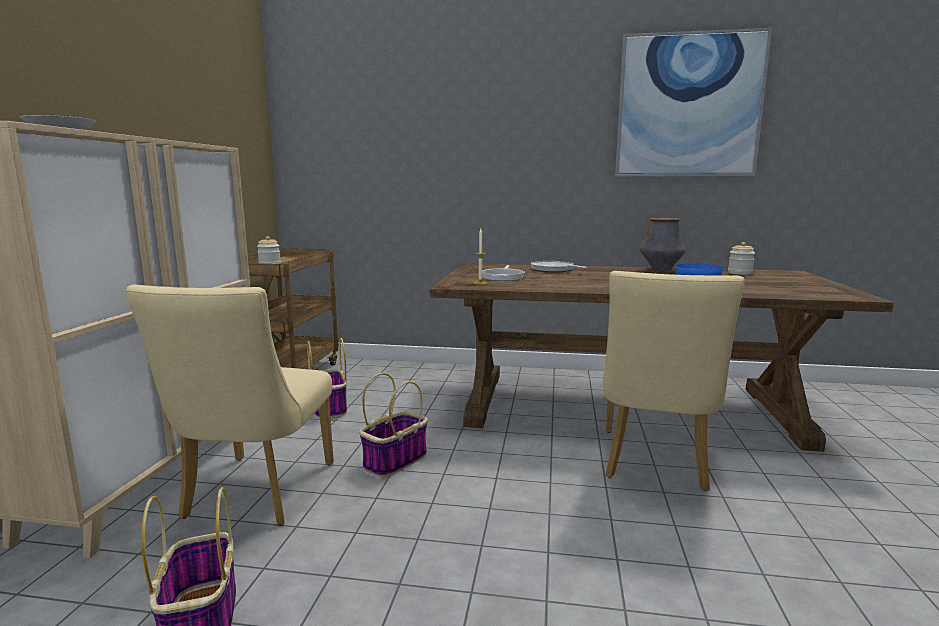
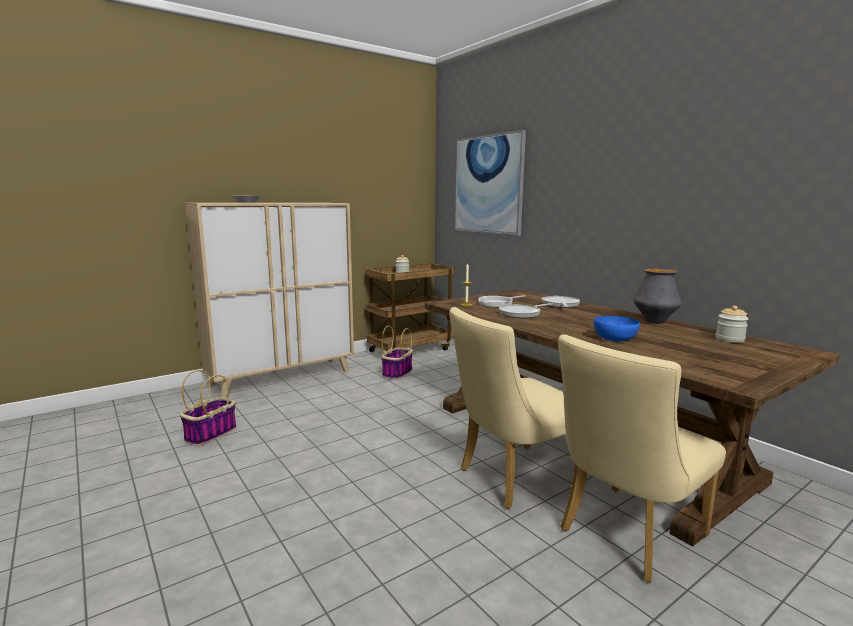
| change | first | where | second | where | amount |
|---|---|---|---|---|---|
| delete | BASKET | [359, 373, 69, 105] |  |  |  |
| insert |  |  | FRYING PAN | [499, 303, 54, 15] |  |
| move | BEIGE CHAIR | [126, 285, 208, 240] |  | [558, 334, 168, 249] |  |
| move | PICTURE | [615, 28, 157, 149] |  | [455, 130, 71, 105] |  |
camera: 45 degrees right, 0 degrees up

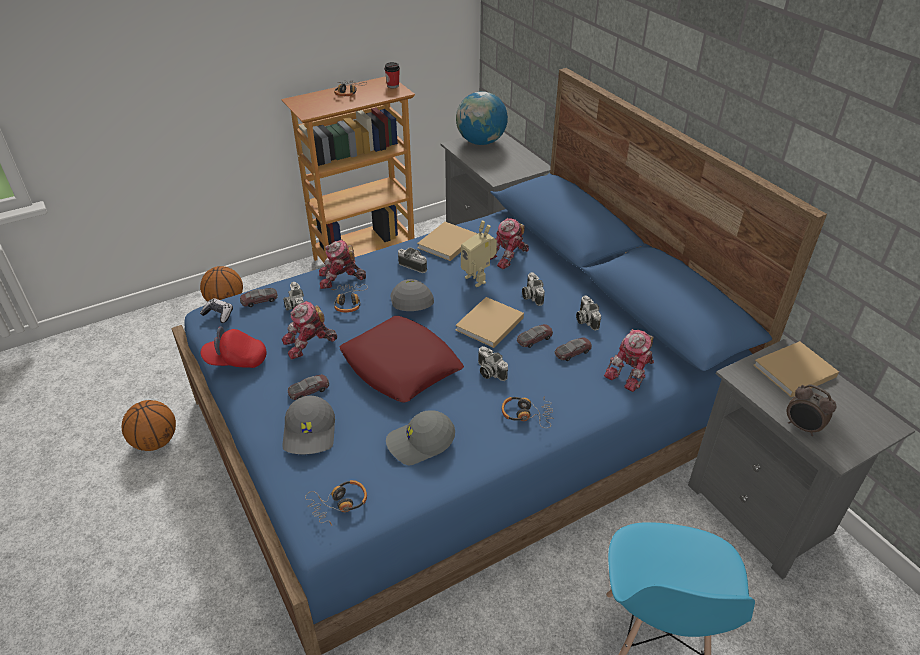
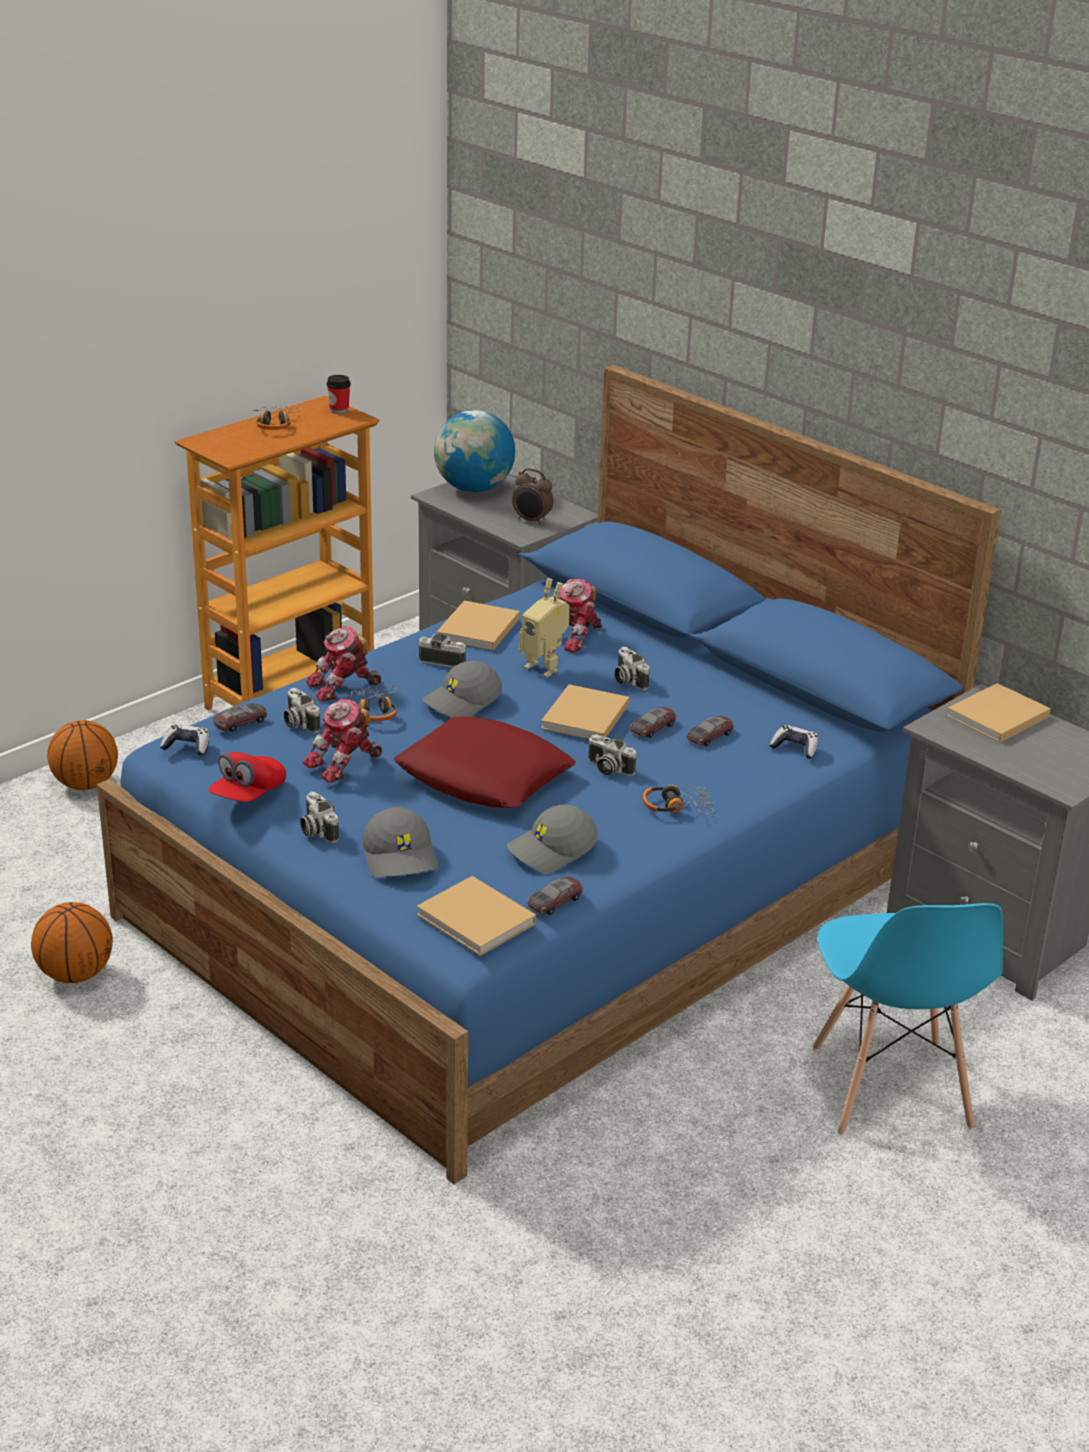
| change | first | where | second | where | amount |
|---|---|---|---|---|---|
| move | TOY CAR | [288, 374, 42, 26] |  | [527, 877, 56, 38] |  |
| move | PHOTO CAMERA | [576, 295, 25, 36] |  | [300, 792, 39, 51] |  |
| move | ALARM CLOCK | [787, 384, 49, 52] |  | [512, 468, 41, 57] |  |
| replace | HEADPHONES | [305, 480, 62, 46] | BEIGE BOOK | [417, 876, 119, 80] |  |
| replace | TOY ROBOT | [604, 329, 50, 63] | GAME CONTROLLER | [770, 725, 49, 34] |  |
| rotate | RED CAP | [201, 326, 66, 42] |  | [208, 752, 78, 50] | 45 degrees counterclockwise |
| rotate | GREY CAP | [391, 279, 43, 32] |  | [422, 661, 80, 57] | 105 degrees counterclockwise |
camera: 15 degrees left, 10 degrees down

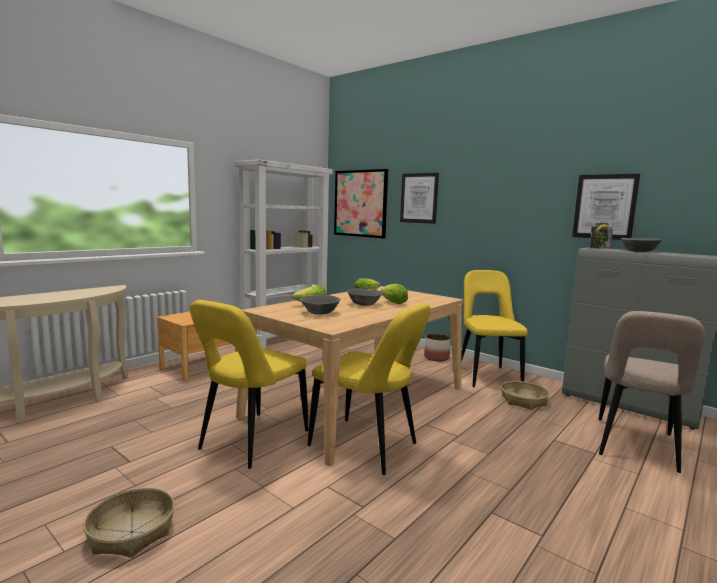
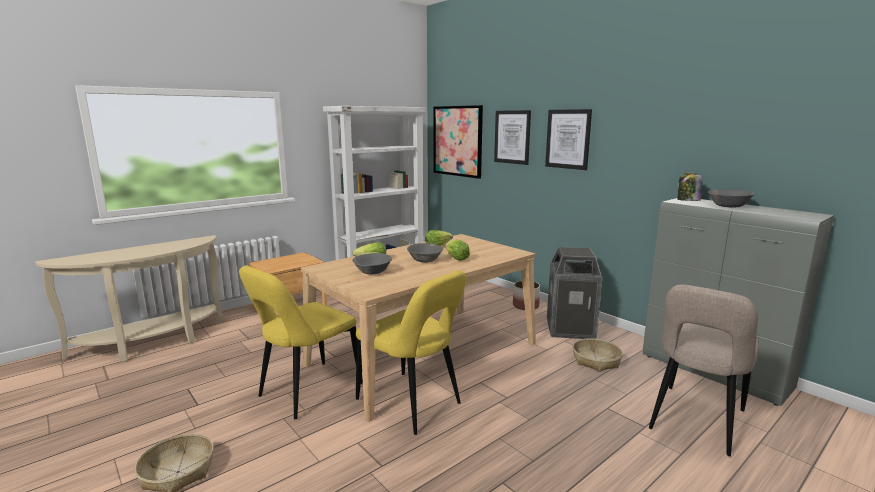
| change | first | where | second | where | amount |
|---|---|---|---|---|---|
| move | PICTURE | [572, 174, 68, 66] |  | [545, 109, 47, 61] |  |
| replace | YELLOW CHAIR | [462, 270, 66, 117] | TRASH CAN | [547, 247, 56, 92] |  |
camera: 10 degrees right, 5 degrees up

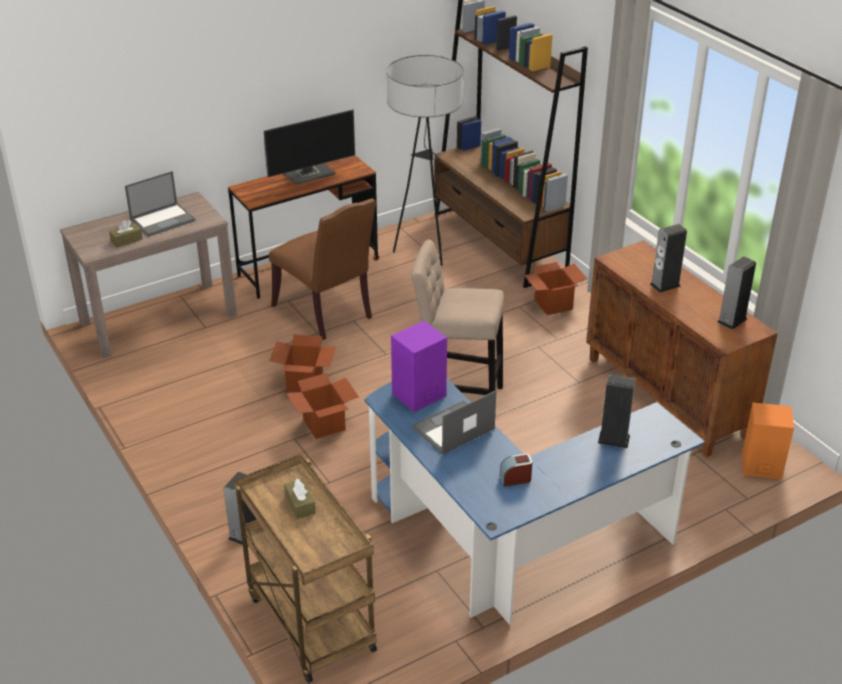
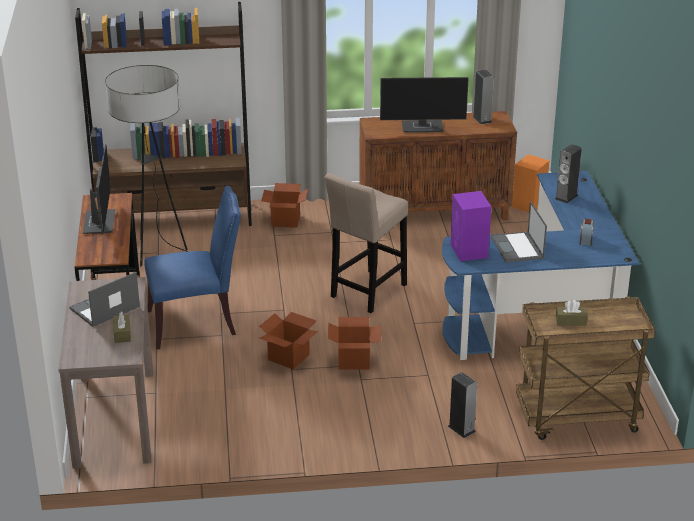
| change | first | where | second | where | amount |
|---|---|---|---|---|---|
| replace | SPEAKER | [650, 224, 37, 69] | MONITOR | [380, 77, 89, 56] |  |
| recolor | BROWN CHAIR | [269, 198, 107, 142] | BLUE CHAIR | [144, 185, 97, 164] |  |
| rotate | LAPTOP | [125, 171, 71, 66] |  | [70, 272, 70, 55] | 120 degrees counterclockwise |
camera: 65 degrees left, 5 degrees down

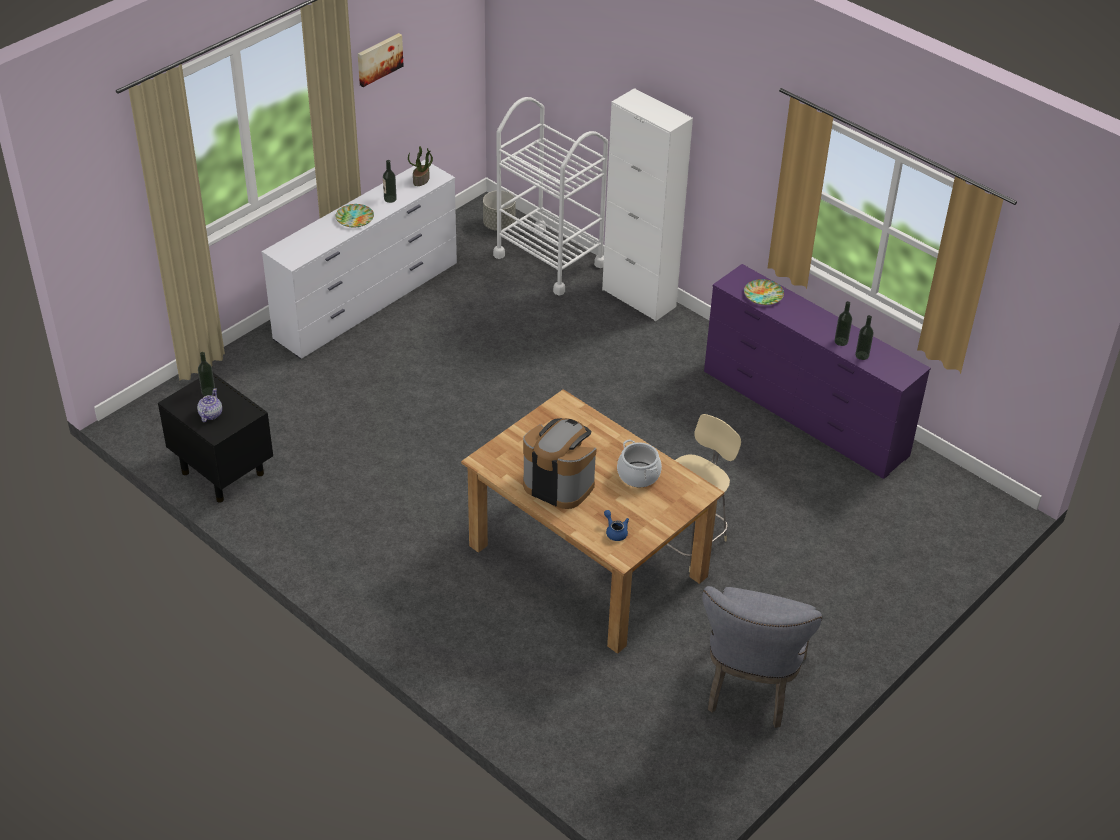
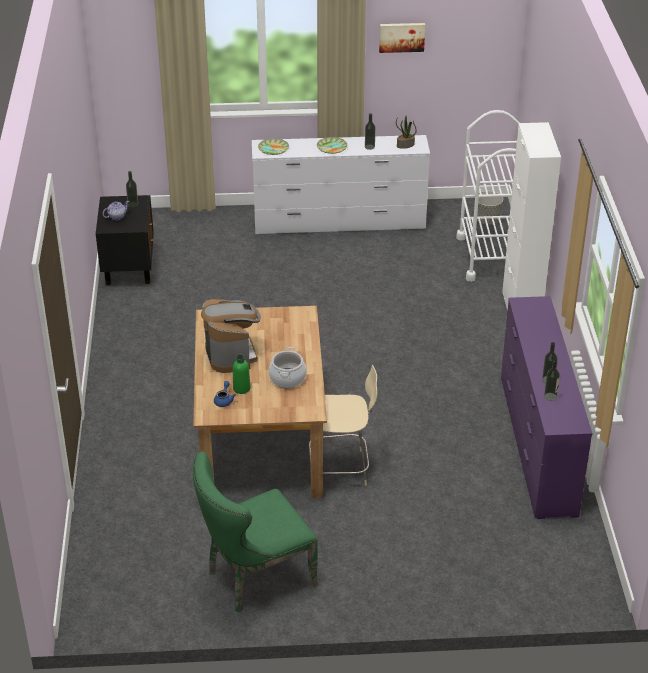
| change | first | where | second | where | amount |
|---|---|---|---|---|---|
| insert |  |  | GREEN BOTTLE | [233, 355, 18, 39] |  |
| move | PLATE | [744, 279, 40, 26] |  | [258, 138, 31, 17] |  |
| recolor | GREY CHAIR | [703, 586, 119, 142] | GREEN CHAIR | [193, 451, 125, 162] |  |
camera: 45 degrees right, 5 degrees down

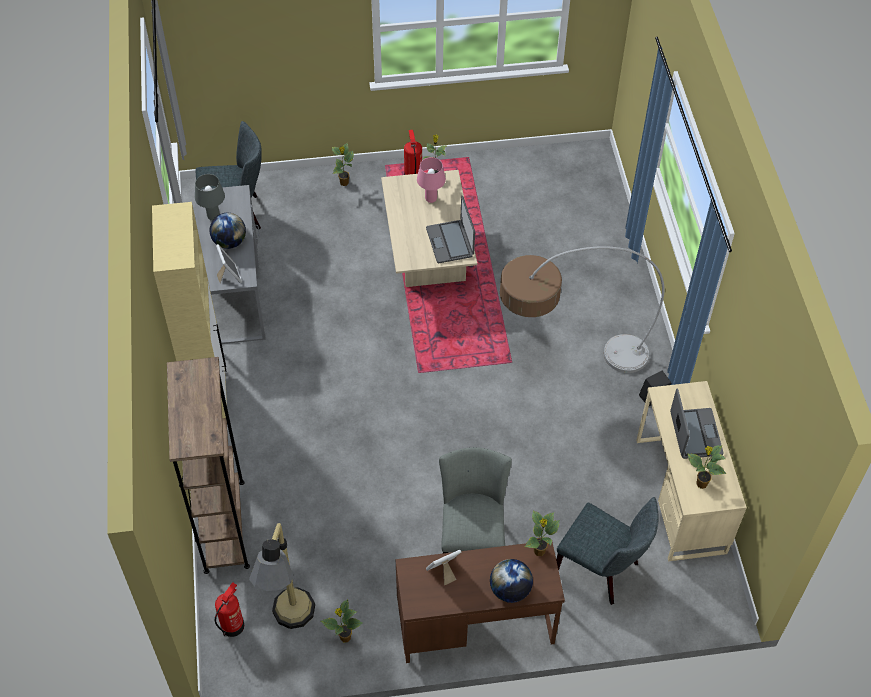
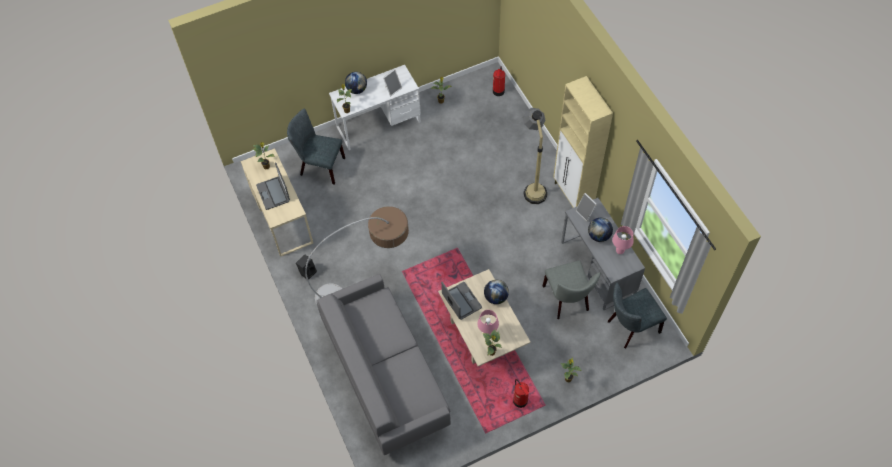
| change | first | where | second | where | amount |
|---|---|---|---|---|---|
| delete | BROWN BOOKCASE | [167, 357, 83, 217] |  |  |  |
| insert |  |  | GREY SOFA | [316, 274, 135, 181] |  |
| insert |  |  | GLOBE | [484, 280, 25, 24] |  |
| move | FLOOR LAMP | [249, 523, 66, 106] |  | [523, 108, 24, 96] |  |
| move | GREY CHAIR | [439, 447, 73, 106] |  | [543, 260, 58, 59] |  |
| recolor | GREY TABLE LAMP | [195, 174, 30, 47] | PINK TABLE LAMP | [612, 226, 21, 28] |  |
| recolor | BROWN DESK | [395, 542, 170, 121] | WHITE DESK | [329, 65, 92, 85] |  |
camera: 165 degrees right, 5 degrees up

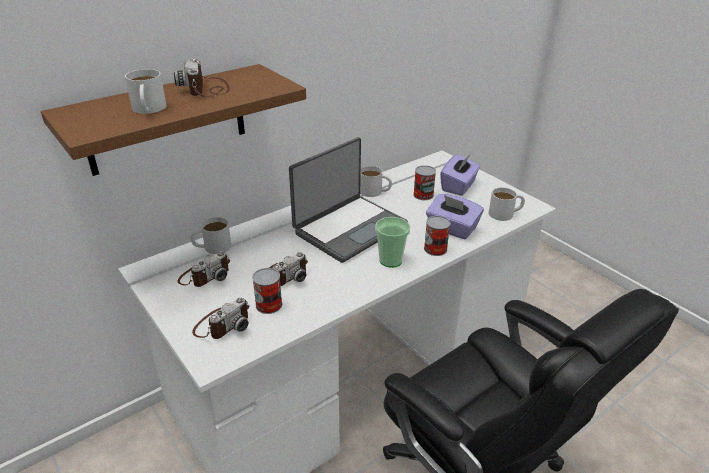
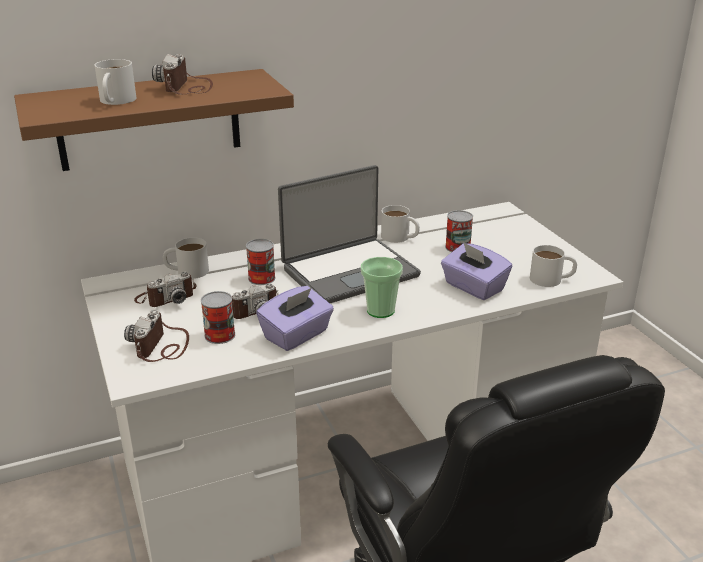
| change | first | where | second | where | amount |
|---|---|---|---|---|---|
| move | CAN | [424, 216, 27, 40] |  | [246, 239, 30, 46] |  |
| move | PURPLE TISSUE BOX | [440, 154, 41, 42] |  | [256, 286, 78, 65] |  |
| rotate | PHOTO CAMERA | [192, 297, 58, 42] |  | [124, 310, 65, 52] | 135 degrees clockwise |
camera: 15 degrees right, 5 degrees down

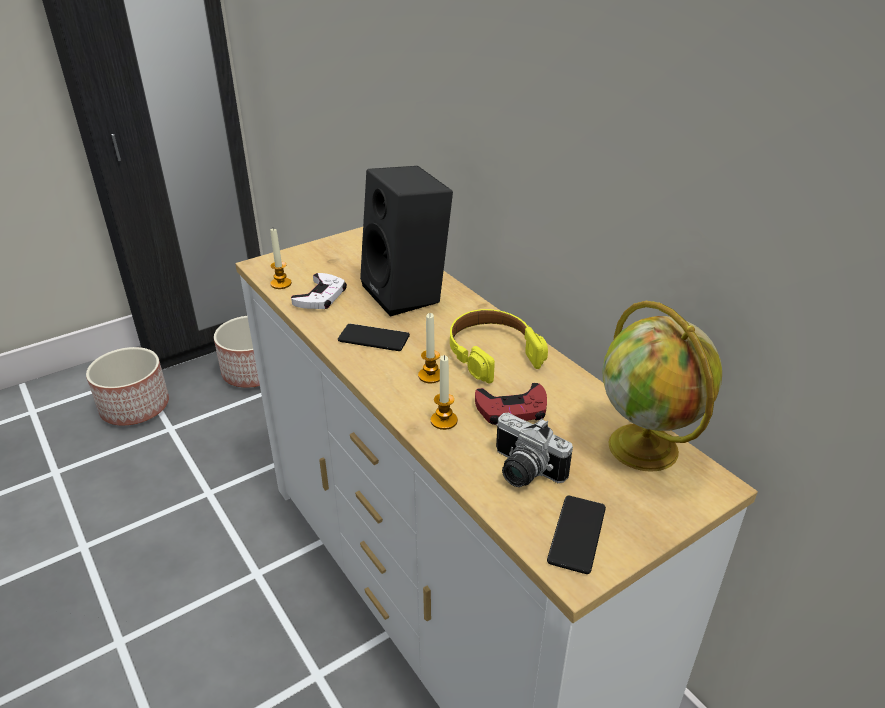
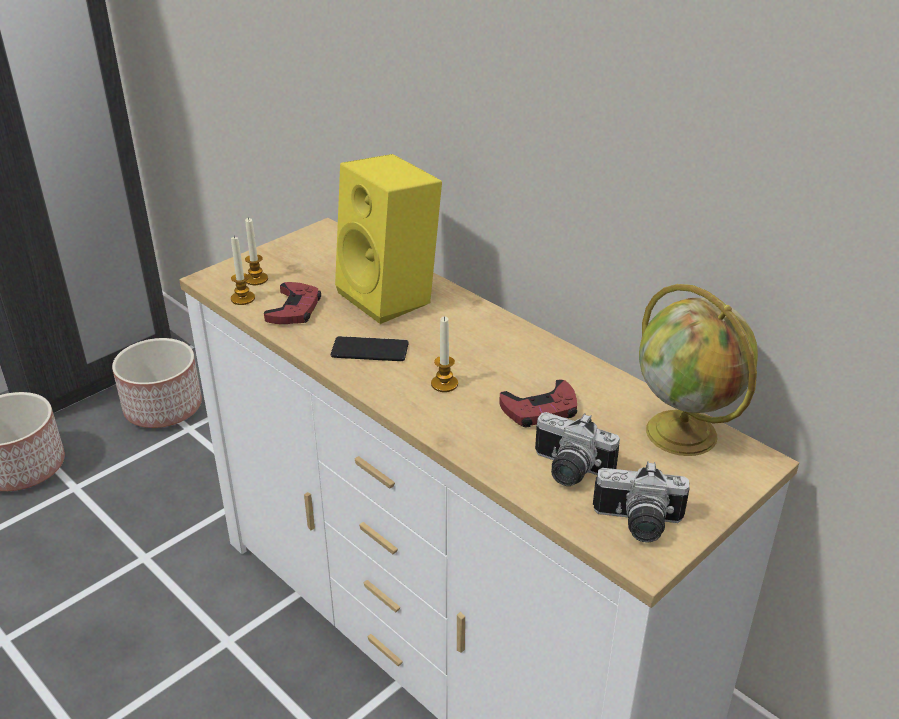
| change | first | where | second | where | amount |
|---|---|---|---|---|---|
| delete | YELLOW HEADPHONES | [450, 309, 98, 74] |  |  |  |
| move | CANDLE | [431, 355, 27, 75] |  | [245, 217, 23, 68] |  |
| replace | PHONE | [547, 496, 59, 78] | PHOTO CAMERA | [593, 461, 97, 81] |  |
| recolor | WHITE GAME CONTROLLER | [291, 273, 56, 36] | RED GAME CONTROLLER | [264, 282, 57, 42] |  |
| recolor | BLACK SPEAKER | [360, 166, 93, 151] | YELLOW SPEAKER | [335, 154, 107, 170] |  |
camera: 10 degrees left, 0 degrees up

